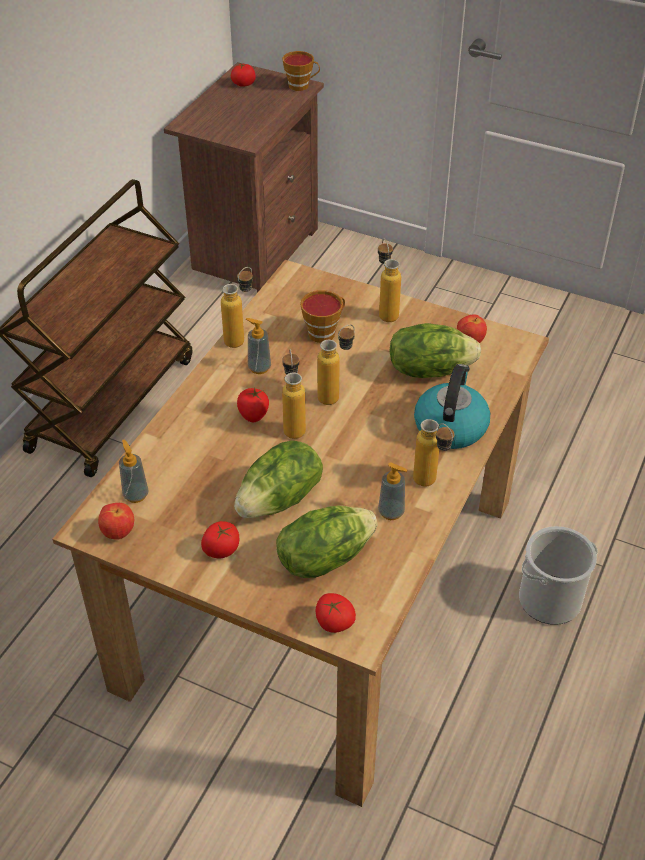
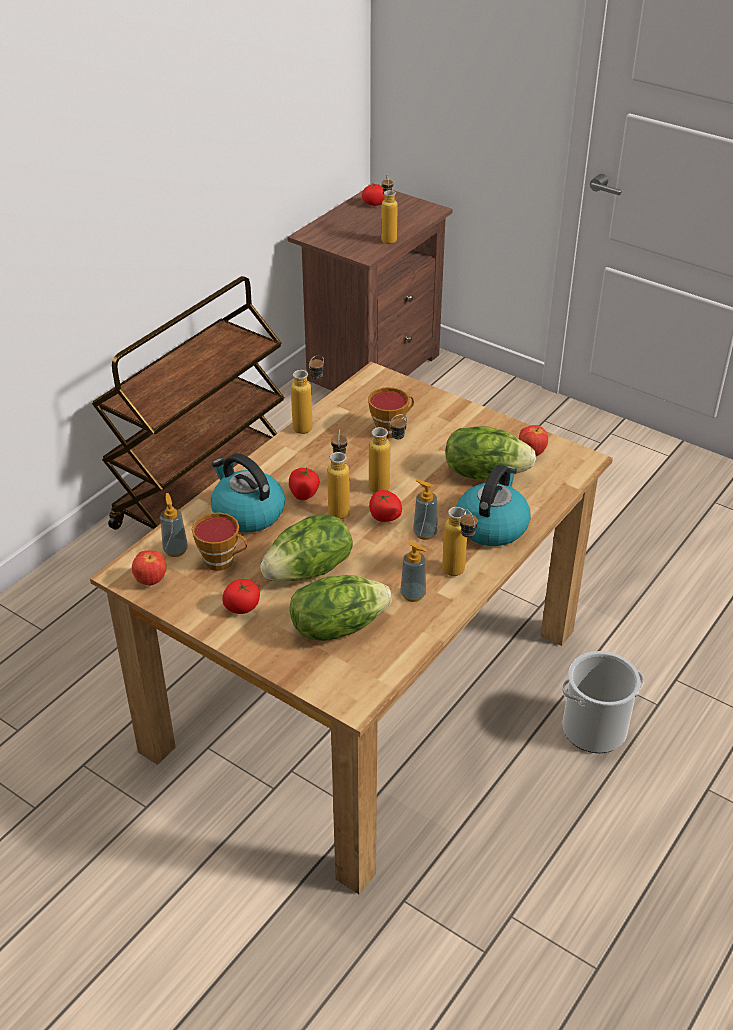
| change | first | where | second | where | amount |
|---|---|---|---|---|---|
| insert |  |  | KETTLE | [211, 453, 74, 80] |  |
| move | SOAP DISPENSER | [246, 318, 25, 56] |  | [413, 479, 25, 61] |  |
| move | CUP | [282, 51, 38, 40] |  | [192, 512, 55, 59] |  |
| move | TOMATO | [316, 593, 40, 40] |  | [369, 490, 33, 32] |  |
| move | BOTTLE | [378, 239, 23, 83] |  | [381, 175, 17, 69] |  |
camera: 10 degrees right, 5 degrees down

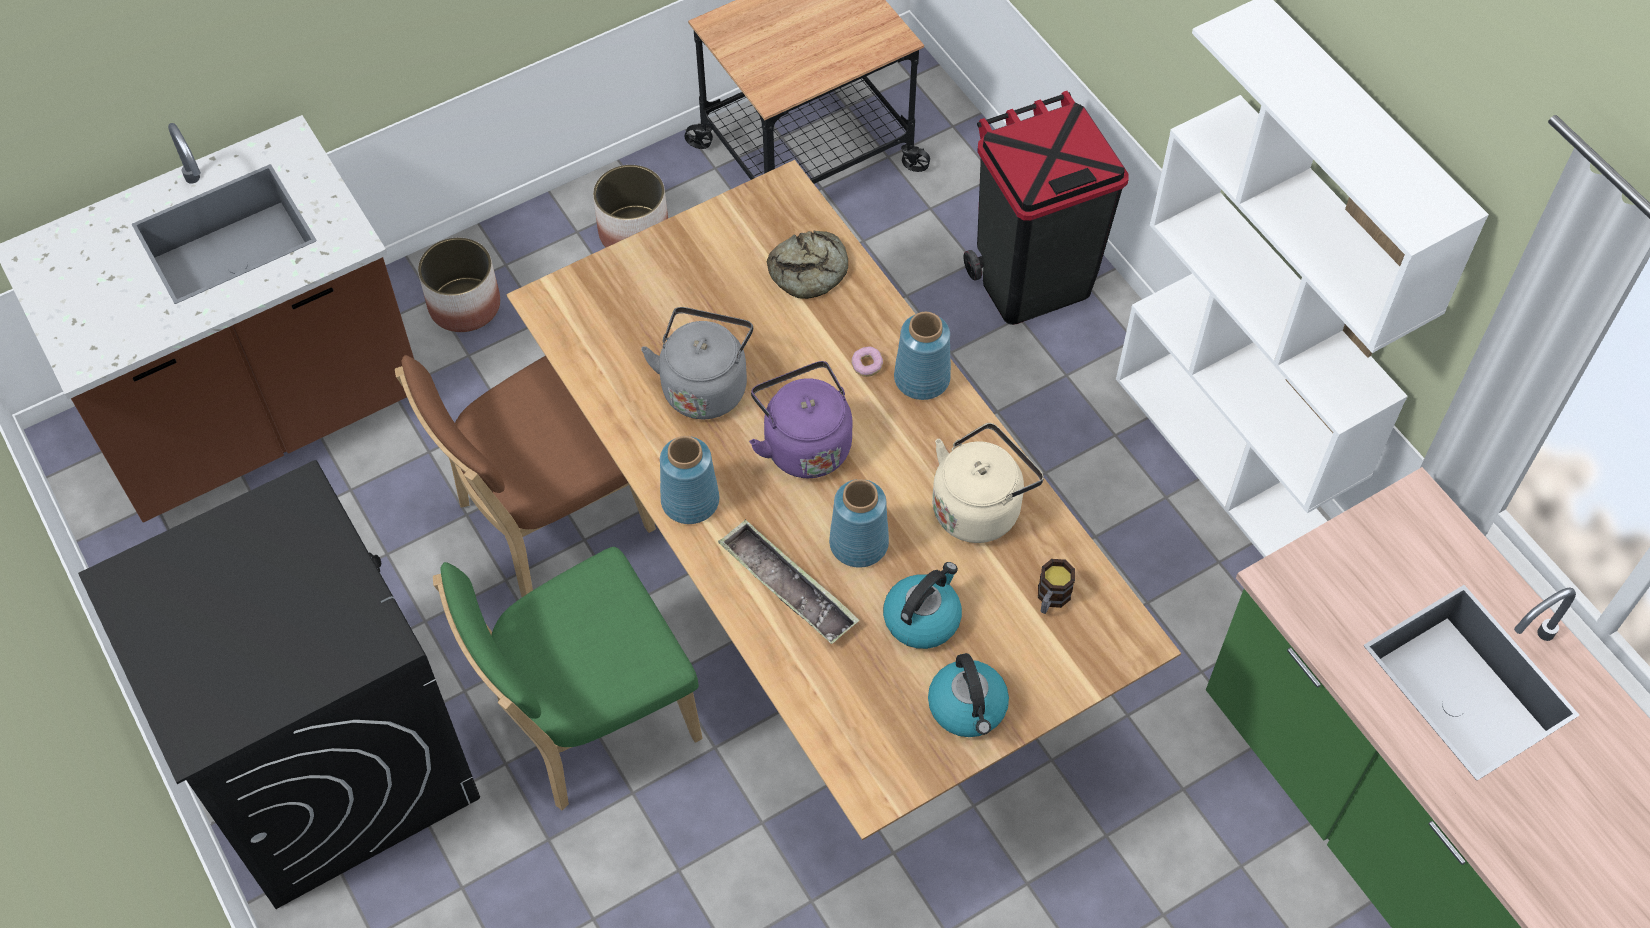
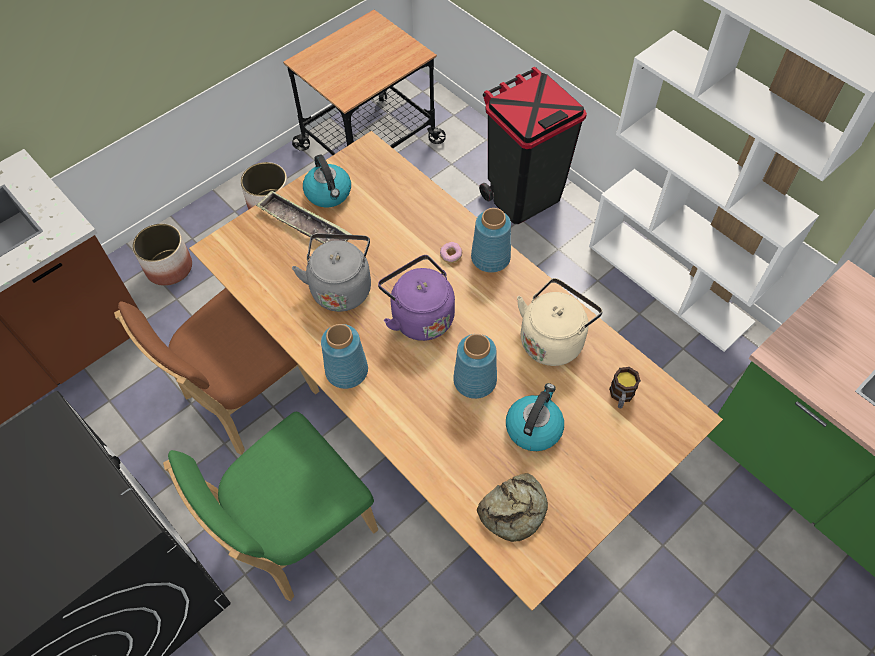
| change | first | where | second | where | amount |
|---|---|---|---|---|---|
| move | TRAY | [718, 519, 142, 125] |  | [256, 191, 96, 53] |  |
| move | BREAD | [767, 231, 81, 68] |  | [477, 473, 71, 69] |  |
| move | KETTLE | [928, 653, 81, 84] |  | [303, 154, 48, 54] |  |
camera: 10 degrees left, 0 degrees up

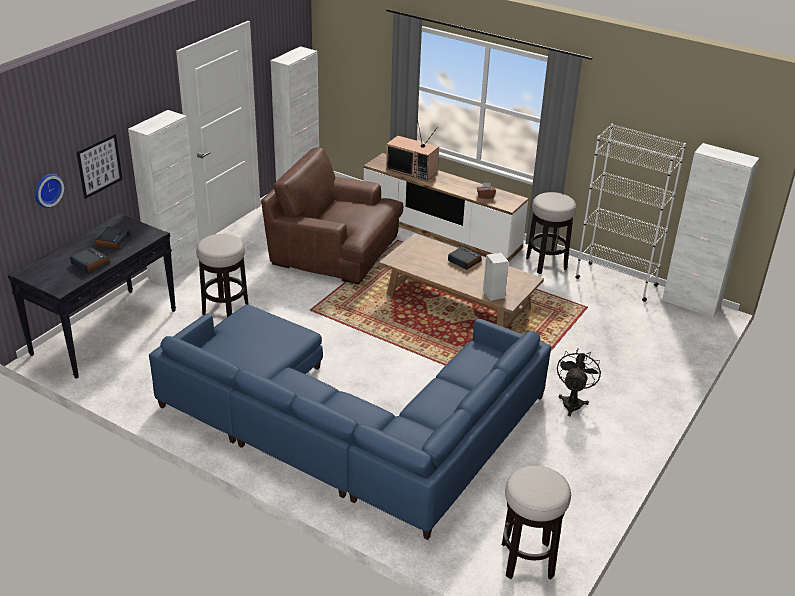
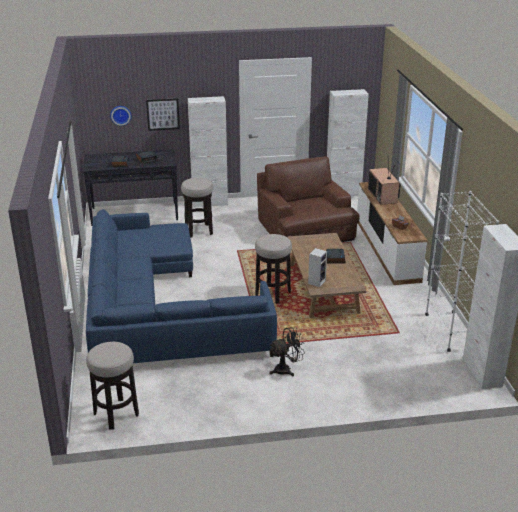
| change | first | where | second | where | amount |
|---|---|---|---|---|---|
| move | STOOL | [526, 192, 50, 82] |  | [255, 234, 37, 70] |  |
camera: 50 degrees right, 5 degrees down

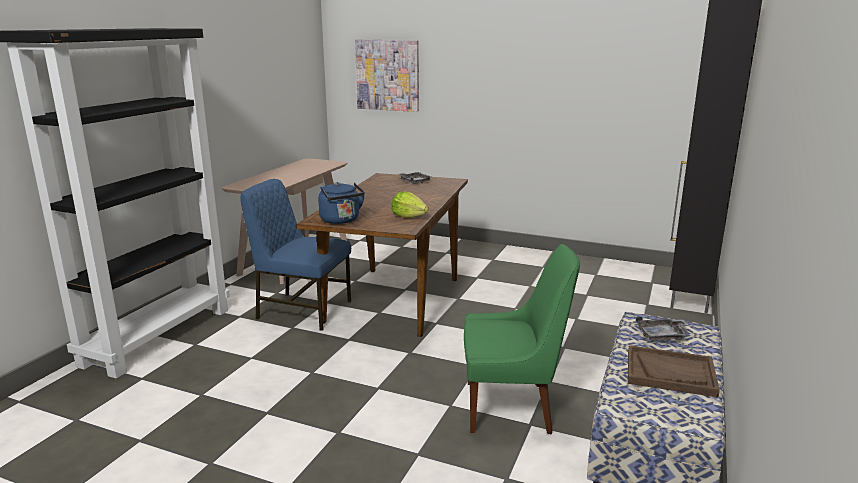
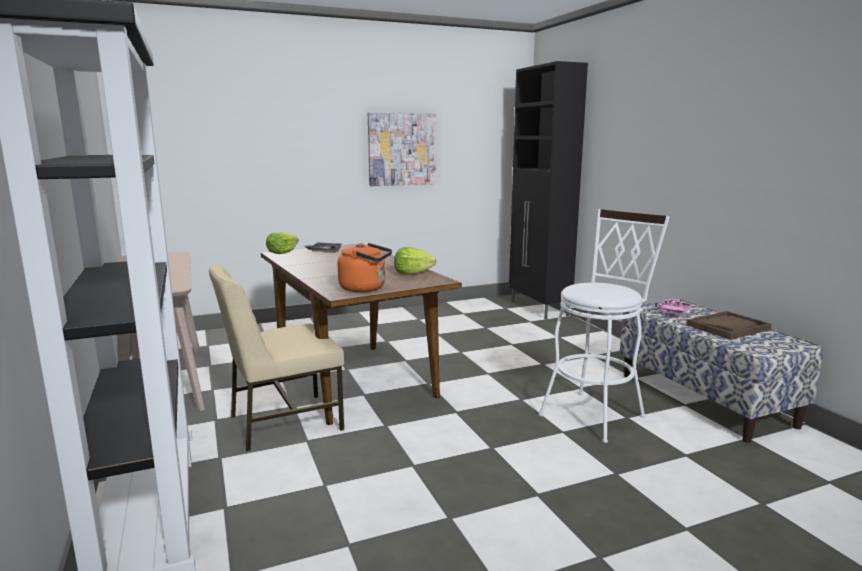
| change | first | where | second | where | amount |
|---|---|---|---|---|---|
| insert |  |  | LETTUCE | [266, 232, 33, 22] |  |
| move | PICTURE | [355, 40, 64, 72] |  | [368, 112, 68, 74] |  |
| replace | GREEN CHAIR | [464, 244, 116, 190] | WHITE STOOL | [539, 209, 131, 234] |  |
| recolor | BLUE CHAIR | [240, 179, 111, 152] | BEIGE CHAIR | [209, 265, 136, 187] |  |
| recolor | BLUE KETTLE | [318, 182, 47, 42] | ORANGE KETTLE | [338, 243, 54, 49] |  |
| recolor | GREY TRAY | [636, 317, 52, 24] | PINK TRAY | [655, 298, 39, 17] |  |
camera: 45 degrees left, 5 degrees down

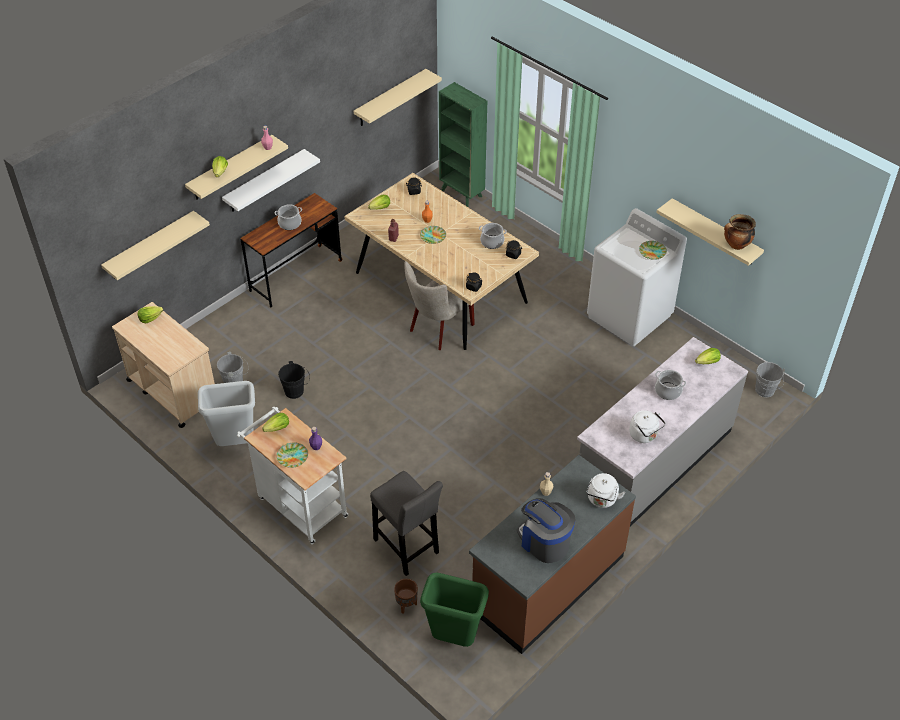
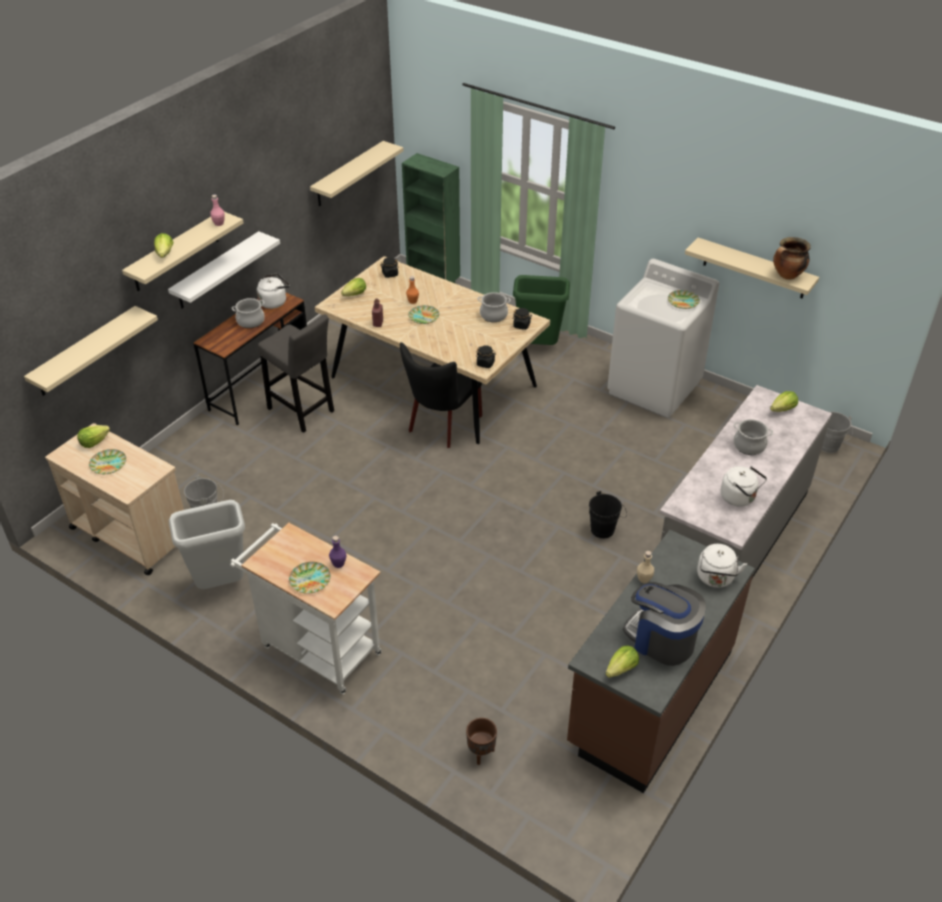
| change | first | where | second | where | amount |
|---|---|---|---|---|---|
| insert |  |  | PLATE | [89, 449, 37, 25] |  |
| insert |  |  | WHITE KETTLE | [257, 274, 33, 35] |  |
| move | LETTUCE | [262, 413, 27, 19] |  | [606, 646, 33, 32] |  |
| move | BLACK BUCKET | [278, 361, 32, 38] |  | [589, 491, 38, 48] |  |
| move | GREY STOOL | [370, 471, 73, 105] |  | [258, 314, 76, 119] |  |
| move | GREEN TRASH CAN | [420, 573, 69, 74] |  | [513, 275, 57, 70] |  |
| recolor | BEIGE CHAIR | [404, 261, 71, 89] | BLACK CHAIR | [400, 342, 82, 106] |  |
camera: 10 degrees left, 5 degrees down

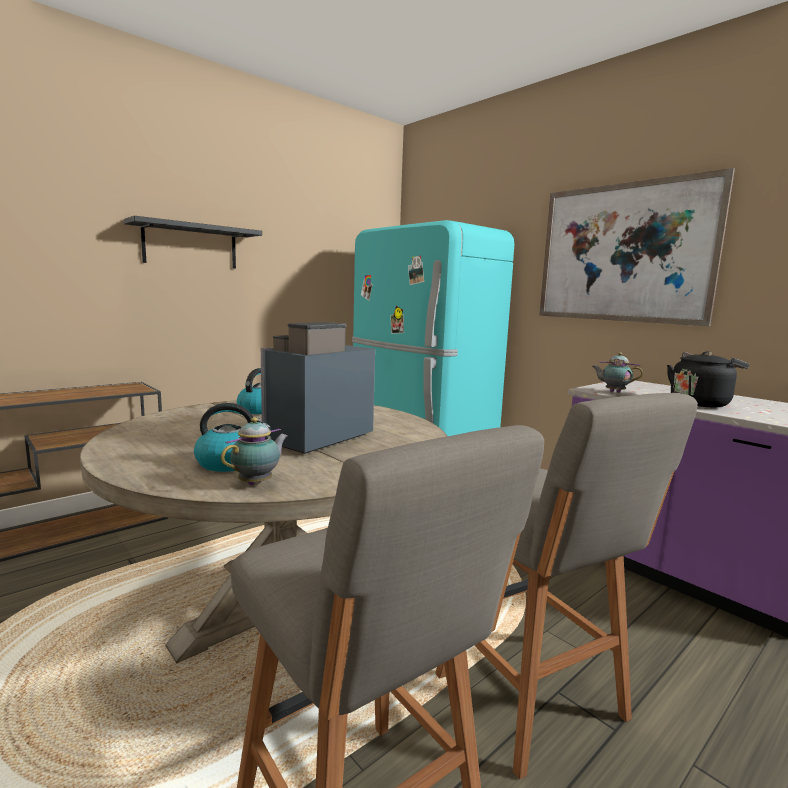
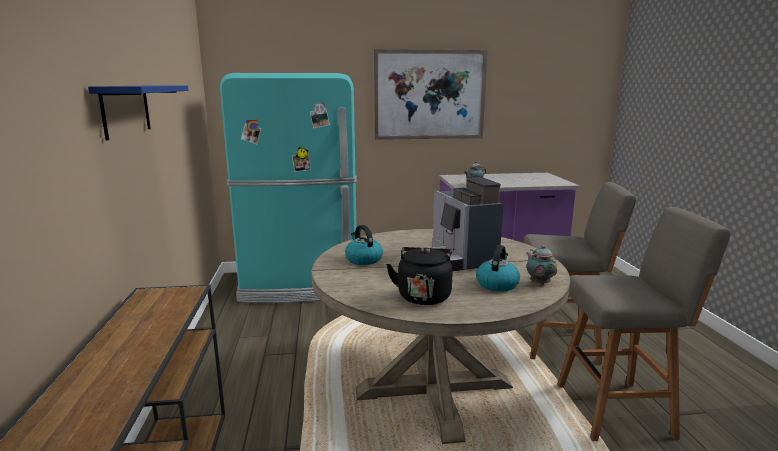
| change | first | where | second | where | amount |
|---|---|---|---|---|---|
| move | BLACK KETTLE | [667, 351, 82, 56] |  | [386, 247, 67, 58] |  |
| recolor | BLACK SHELF | [123, 216, 139, 52] | BLUE SHELF | [88, 85, 100, 55] |  |
camera: 55 degrees left, 5 degrees up

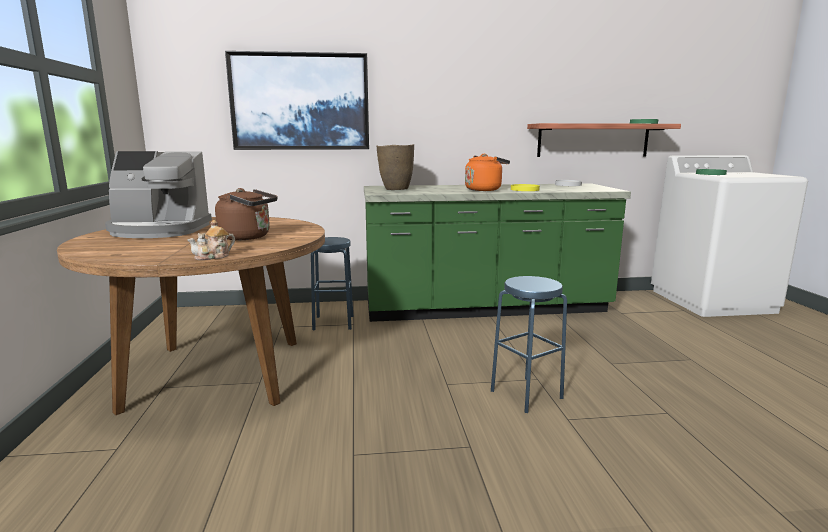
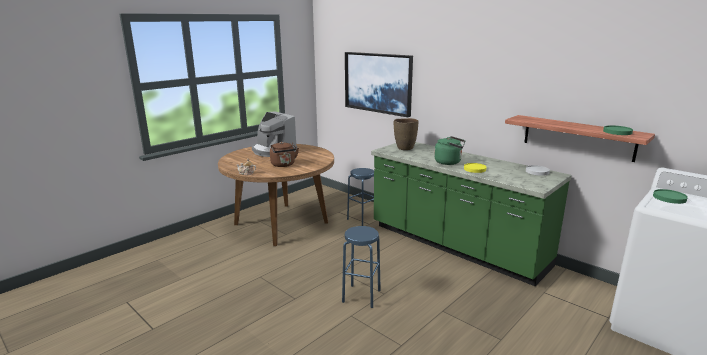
| change | first | where | second | where | amount |
|---|---|---|---|---|---|
| recolor | ORANGE KETTLE | [465, 154, 45, 37] | GREEN KETTLE | [434, 136, 31, 29] |  |
camera: 50 degrees right, 5 degrees up

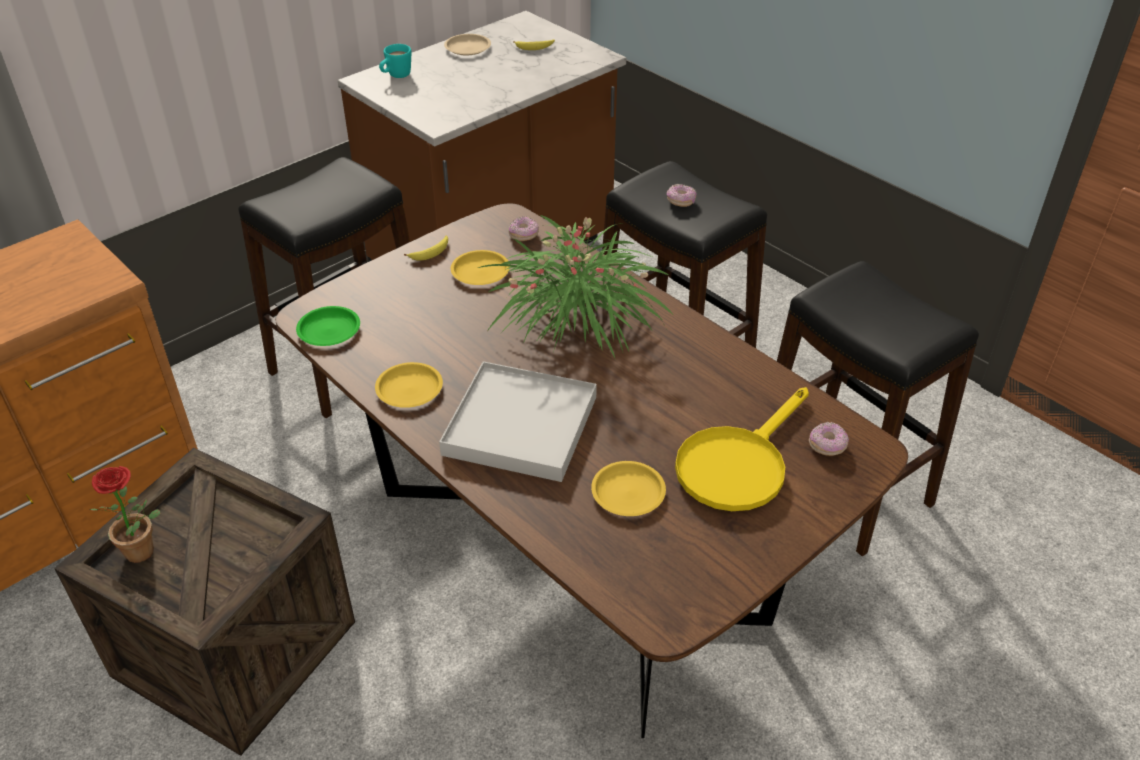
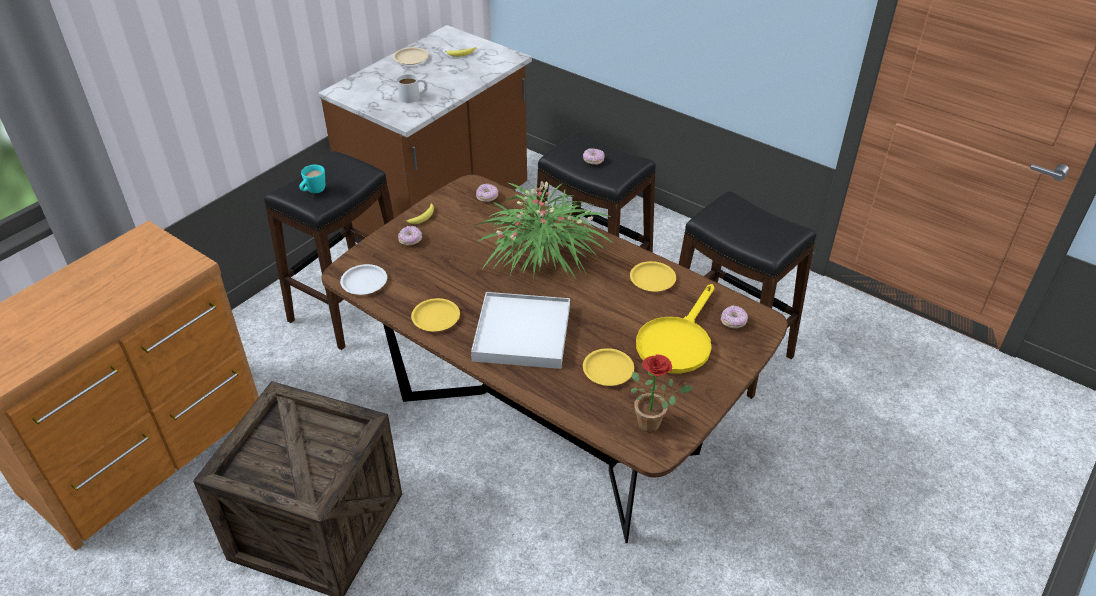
| change | first | where | second | where | amount |
|---|---|---|---|---|---|
| insert |  |  | WHITE MUG | [397, 74, 31, 29] |  |
| insert |  |  | DONUT | [398, 225, 24, 20] |  |
| move | POTTED PLANT | [89, 466, 72, 97] |  | [631, 354, 62, 79] |  |
| move | TURQUOISE MUG | [379, 44, 32, 34] |  | [299, 165, 26, 28] |  |
| move | YELLOW PLATE | [451, 250, 59, 35] |  | [630, 261, 46, 31] |  |
| recolor | GREEN PLATE | [296, 306, 64, 40] | WHITE PLATE | [340, 264, 47, 31] |  |
camera: 10 degrees left, 0 degrees up

